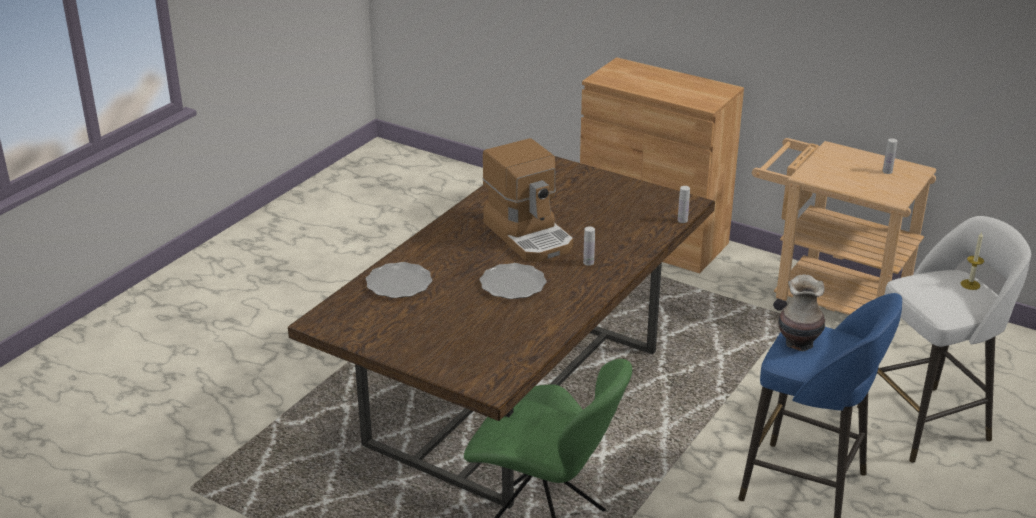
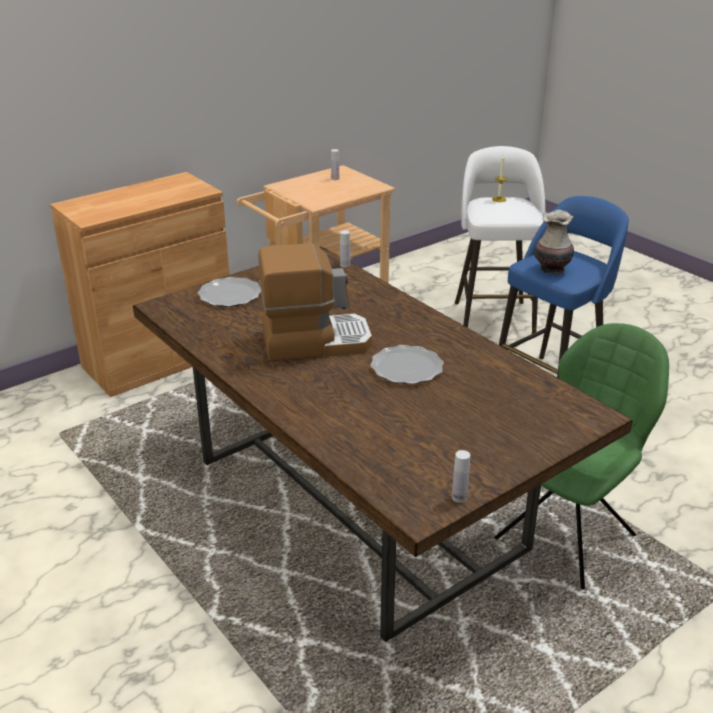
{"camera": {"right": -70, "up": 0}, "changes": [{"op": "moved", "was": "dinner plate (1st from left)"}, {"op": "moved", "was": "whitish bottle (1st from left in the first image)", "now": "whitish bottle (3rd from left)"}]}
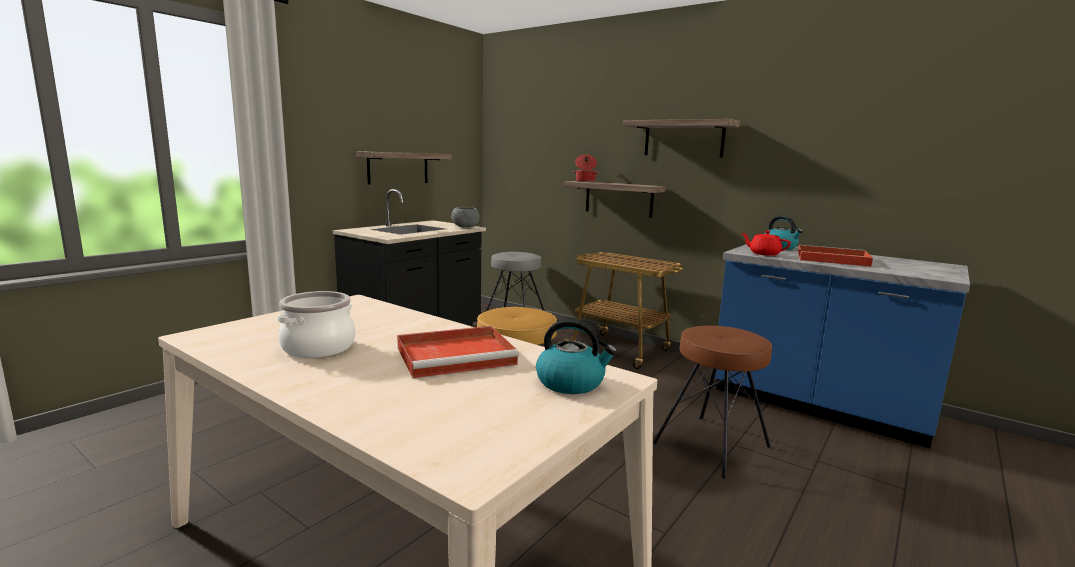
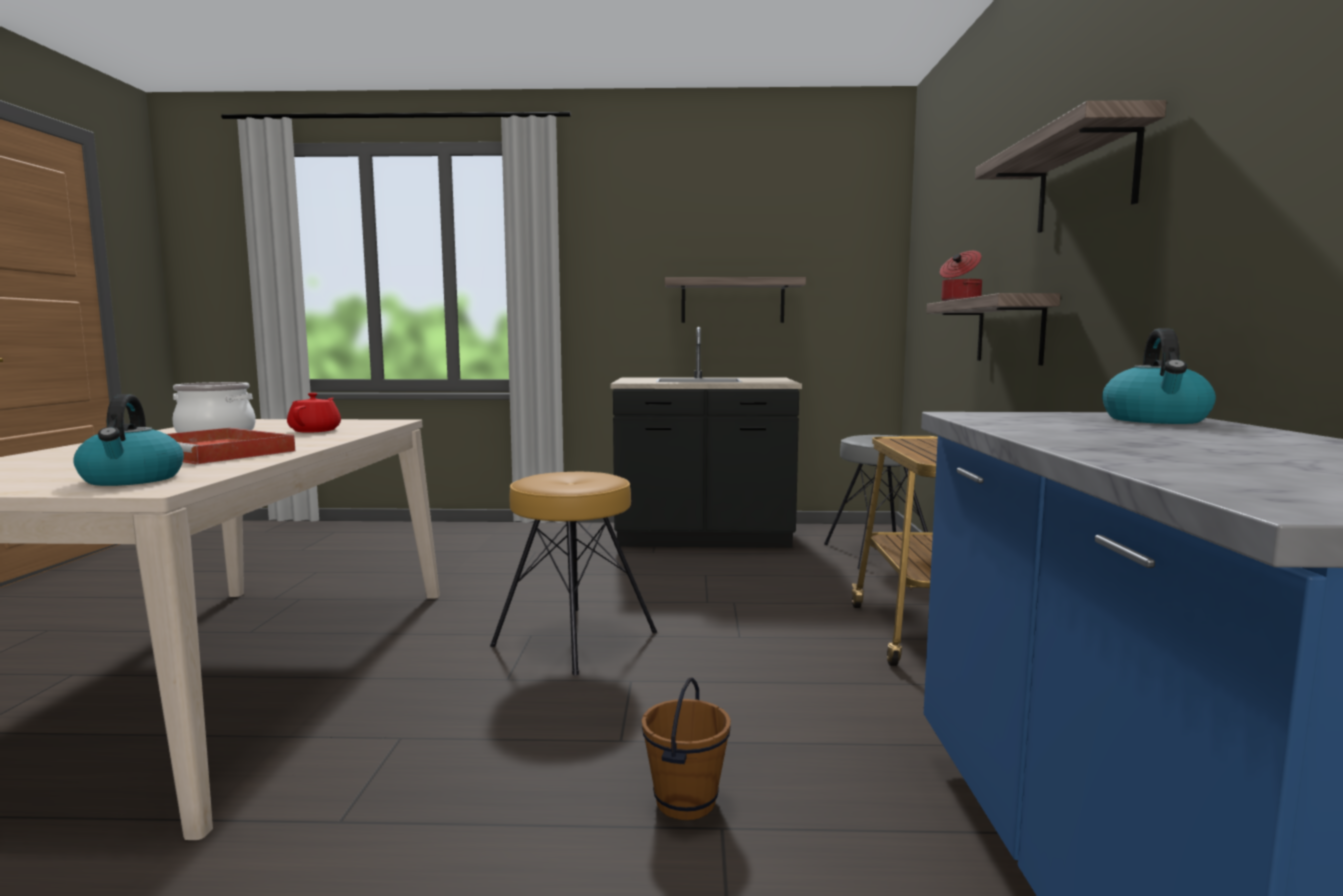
{"camera": {"right": 55, "up": -5}, "changes": [{"op": "removed", "was": "gray deep dish"}, {"op": "replaced", "was": "brown-coloured sitting stool (2nd from left)", "now": "brown-coloured bucket"}, {"op": "moved", "was": "reddish pot for tea"}, {"op": "removed", "was": "reddish tray (2nd from left)"}]}
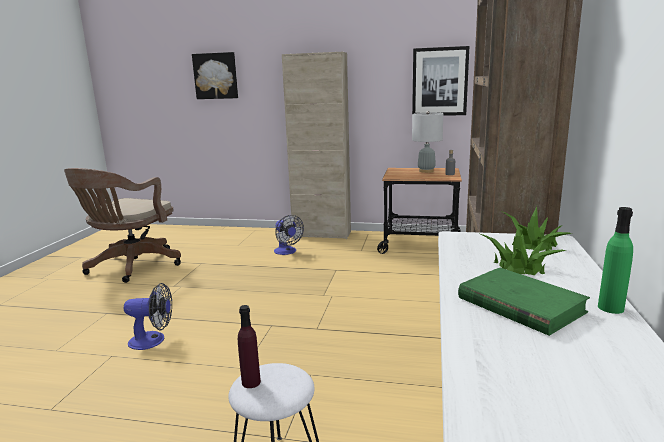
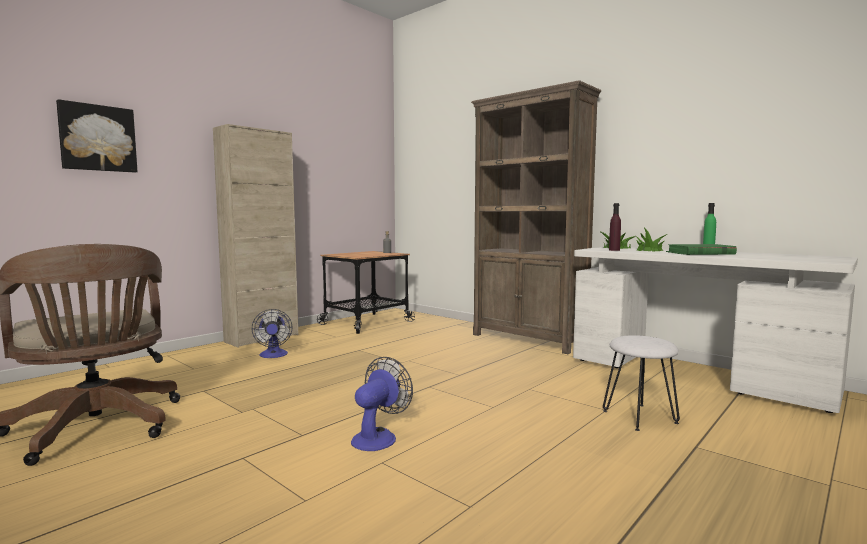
{"camera": {"right": -60, "up": -10}, "changes": [{"op": "moved", "was": "purple bottle"}, {"op": "turned", "was": "fan (2nd from left in the first image)", "clockwise": 75}, {"op": "removed", "was": "wall picture (2nd from left)"}, {"op": "removed", "was": "gray lamp for a table"}]}
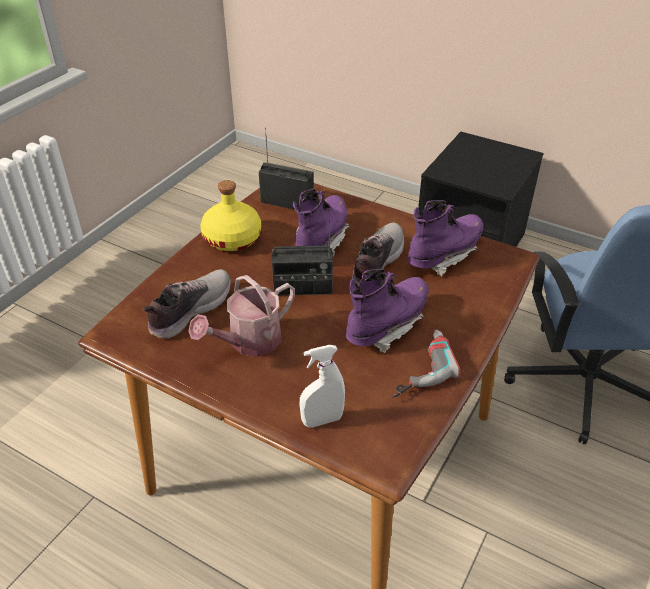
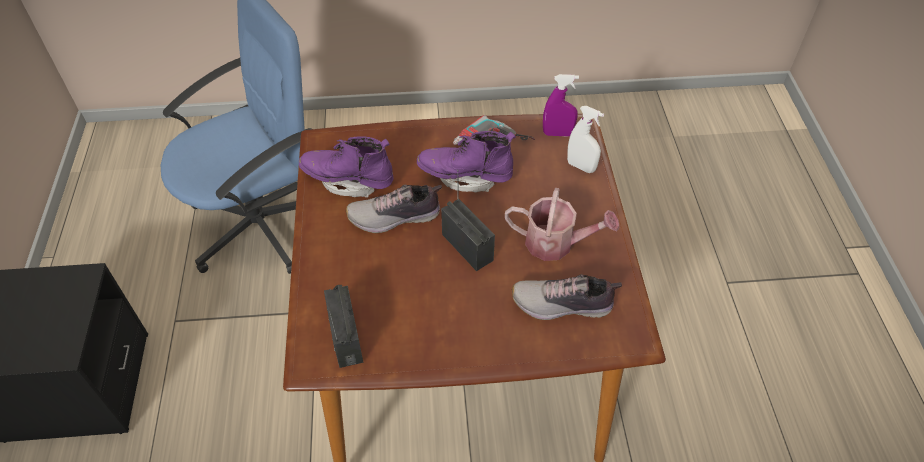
{"camera": {"right": -125, "up": 10}, "changes": [{"op": "removed", "was": "yellowish bottle"}, {"op": "removed", "was": "purple high-top boot (1st from left)"}, {"op": "added", "now": "purple sprayer"}]}
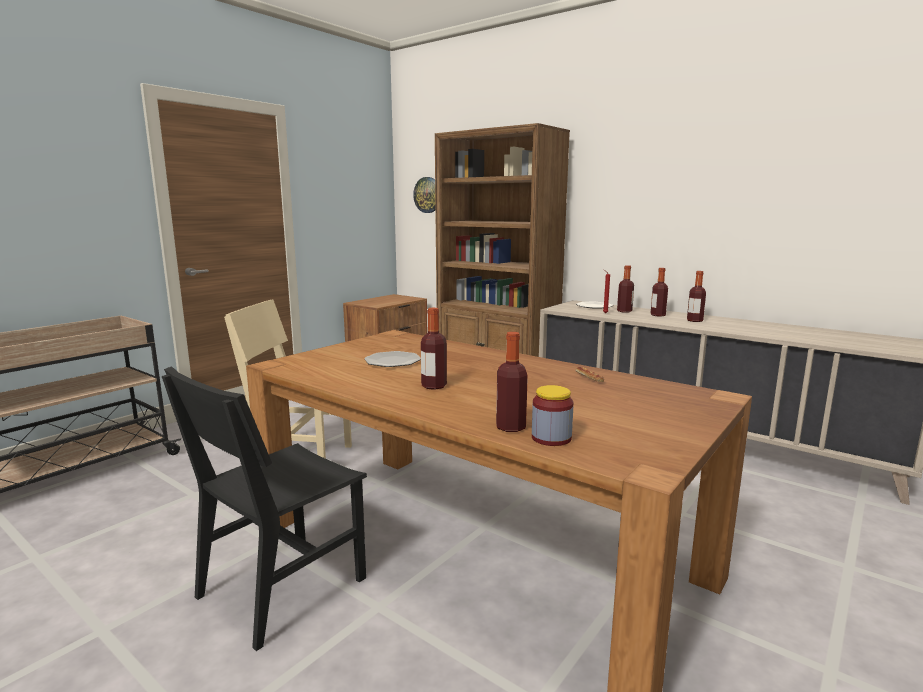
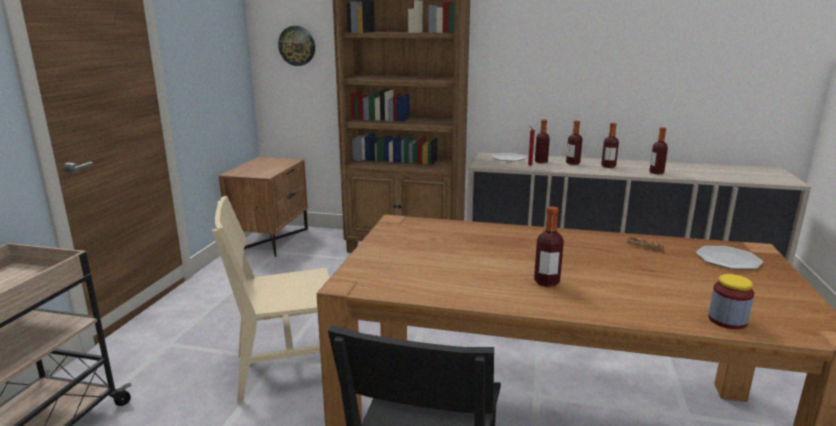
{"camera": {"right": -25, "up": 5}, "changes": [{"op": "moved", "was": "dinner plate (1st from left in the first image)", "now": "dinner plate (2nd from left)"}, {"op": "moved", "was": "bottle (2nd from left in the first image)", "now": "bottle (5th from left)"}]}
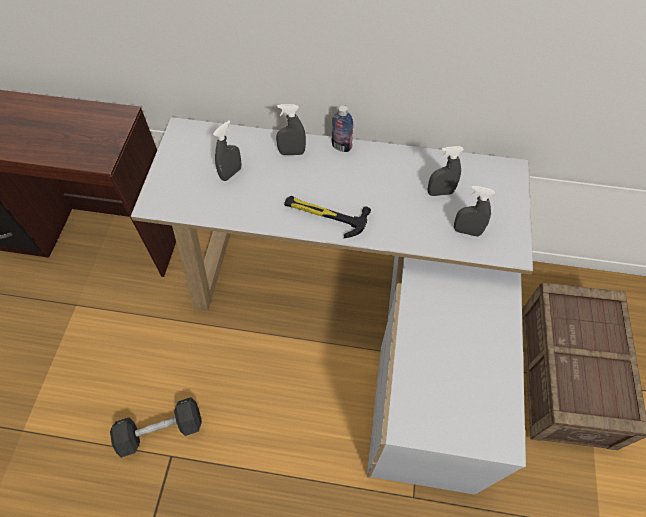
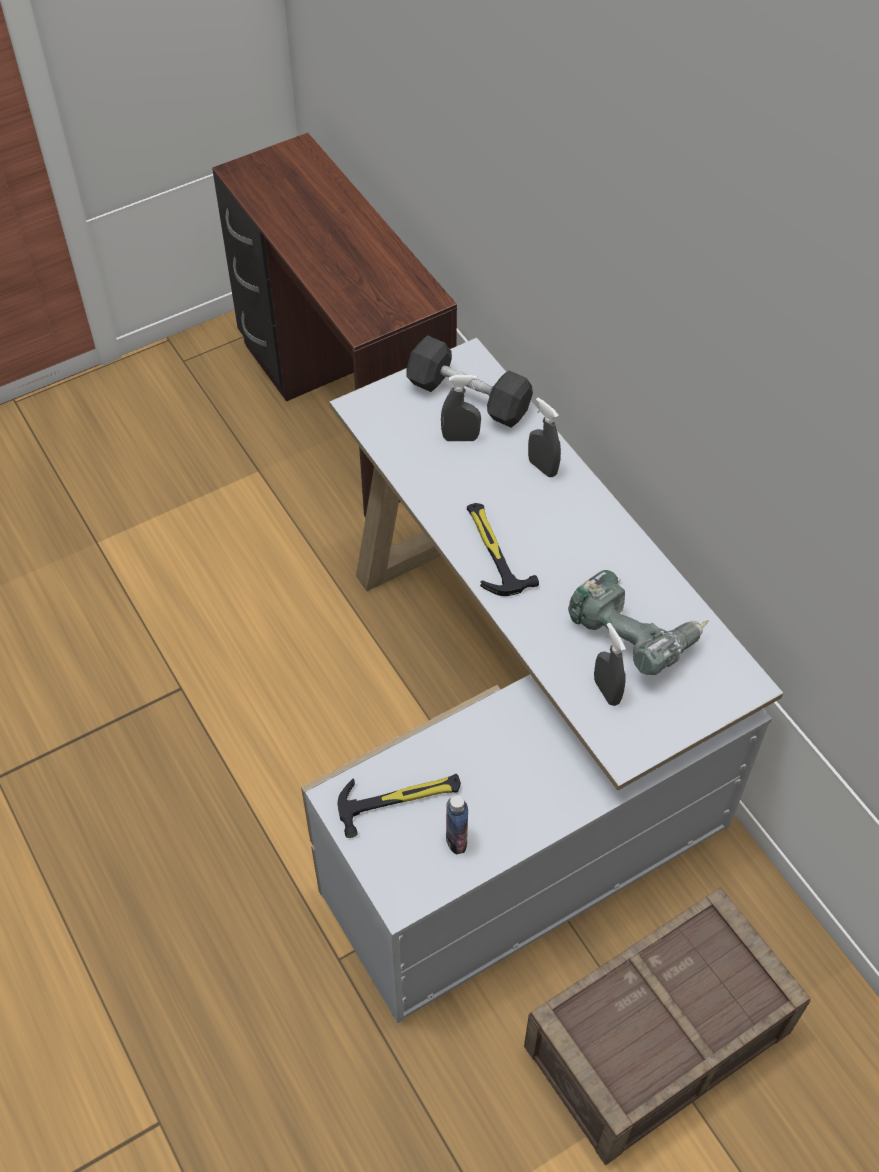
{"camera": {"right": 50, "up": -5}, "changes": [{"op": "moved", "was": "black-coloured free weight"}, {"op": "moved", "was": "bottle"}, {"op": "replaced", "was": "gray sprayer (3rd from left)", "now": "drill"}, {"op": "added", "now": "tool hammer (1st from left)"}]}
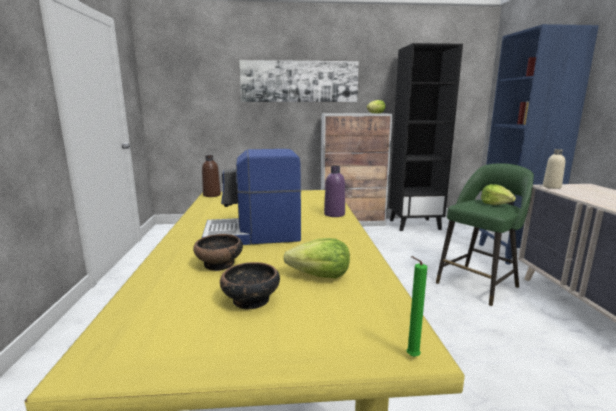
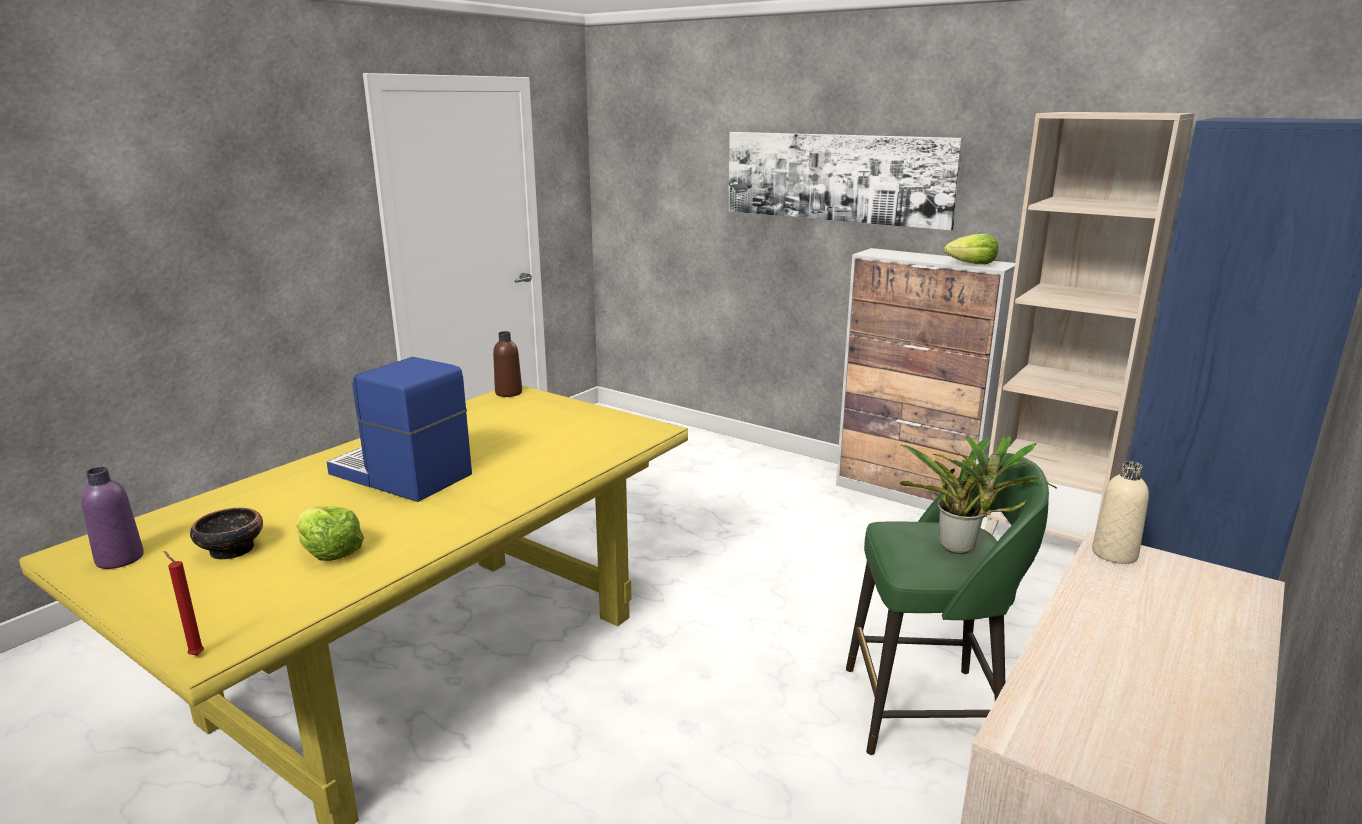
{"camera": {"right": 40, "up": 5}, "changes": [{"op": "removed", "was": "deep dish (1st from left)"}, {"op": "moved", "was": "purple bottle"}, {"op": "recoloured", "was": "black-coloured shelving unit", "now": "sand-coloured shelving unit"}, {"op": "recoloured", "was": "greenish wax light", "now": "reddish wax light"}, {"op": "replaced", "was": "lettuce head (3rd from left)", "now": "potted plant"}]}
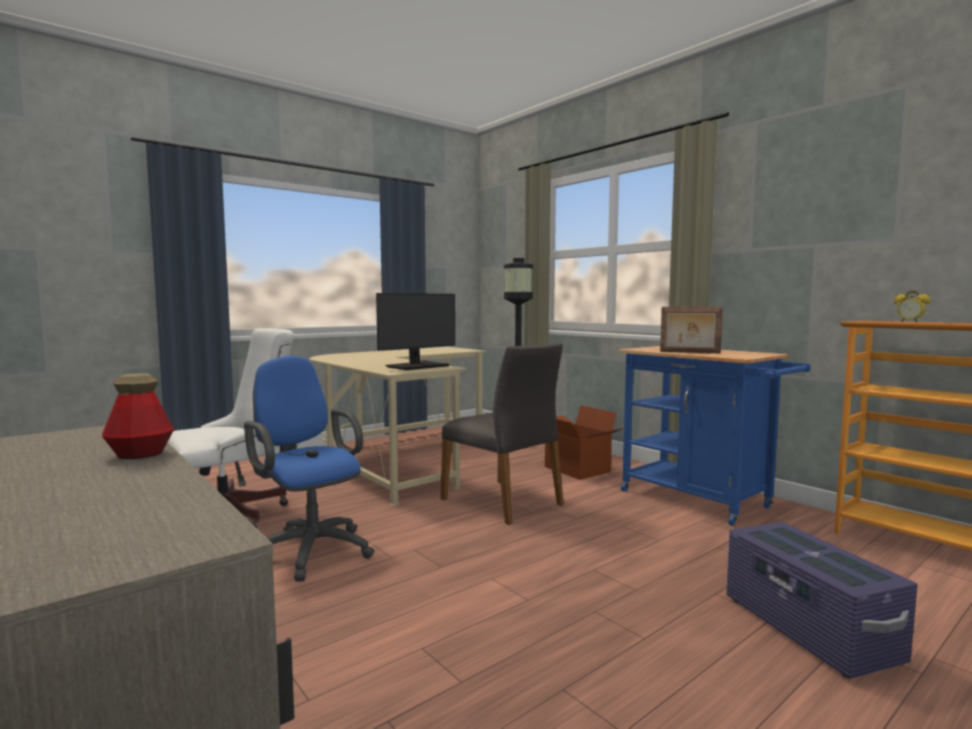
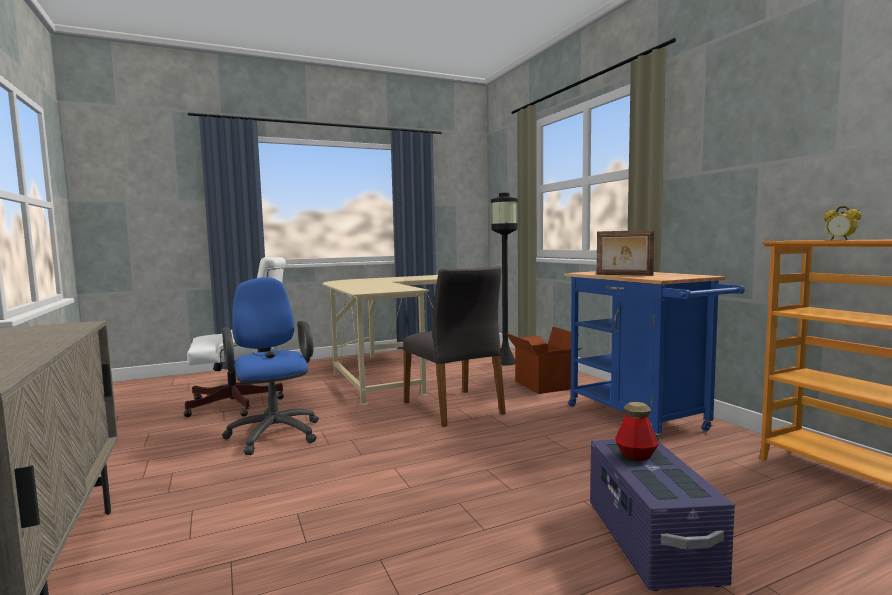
{"camera": {"right": 15, "up": 0}, "changes": [{"op": "moved", "was": "bottle"}, {"op": "removed", "was": "computer display"}]}
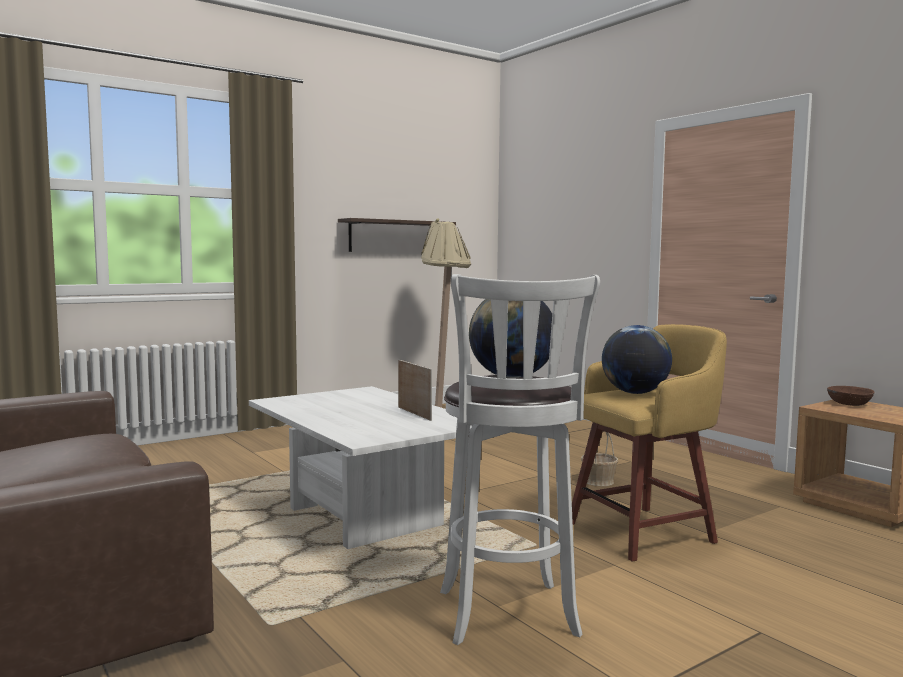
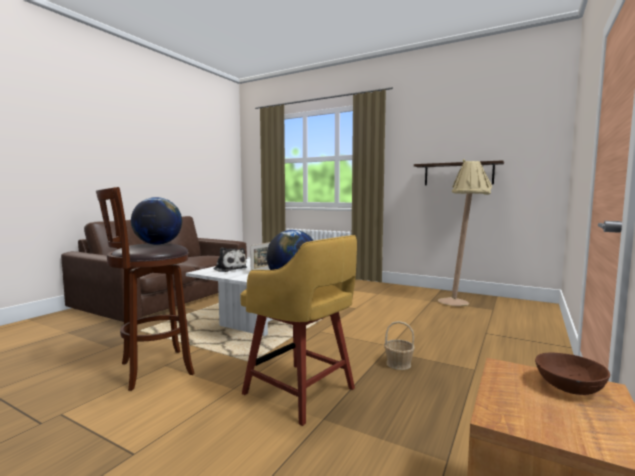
{"camera": {"right": 65, "up": 0}, "changes": [{"op": "recoloured", "was": "whitish sitting stool", "now": "brown-coloured sitting stool"}, {"op": "added", "now": "cuddly toy"}]}
